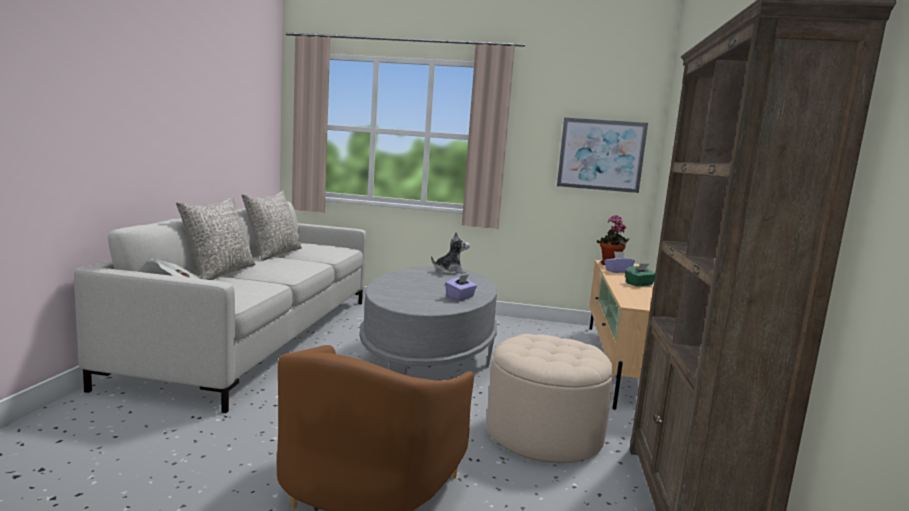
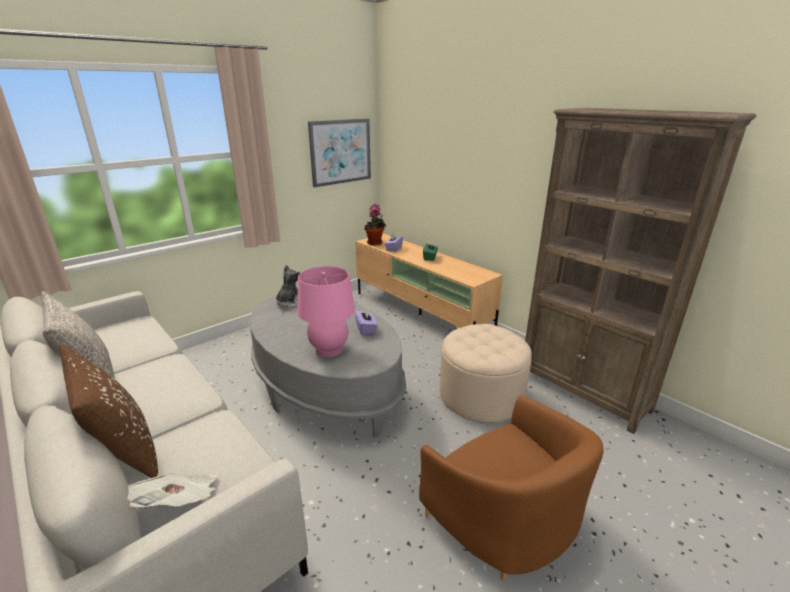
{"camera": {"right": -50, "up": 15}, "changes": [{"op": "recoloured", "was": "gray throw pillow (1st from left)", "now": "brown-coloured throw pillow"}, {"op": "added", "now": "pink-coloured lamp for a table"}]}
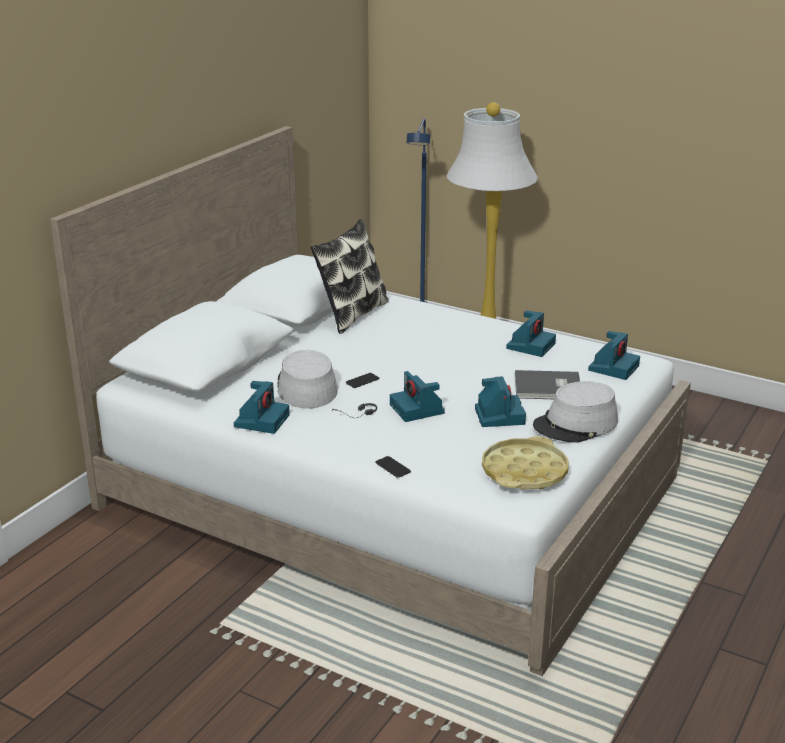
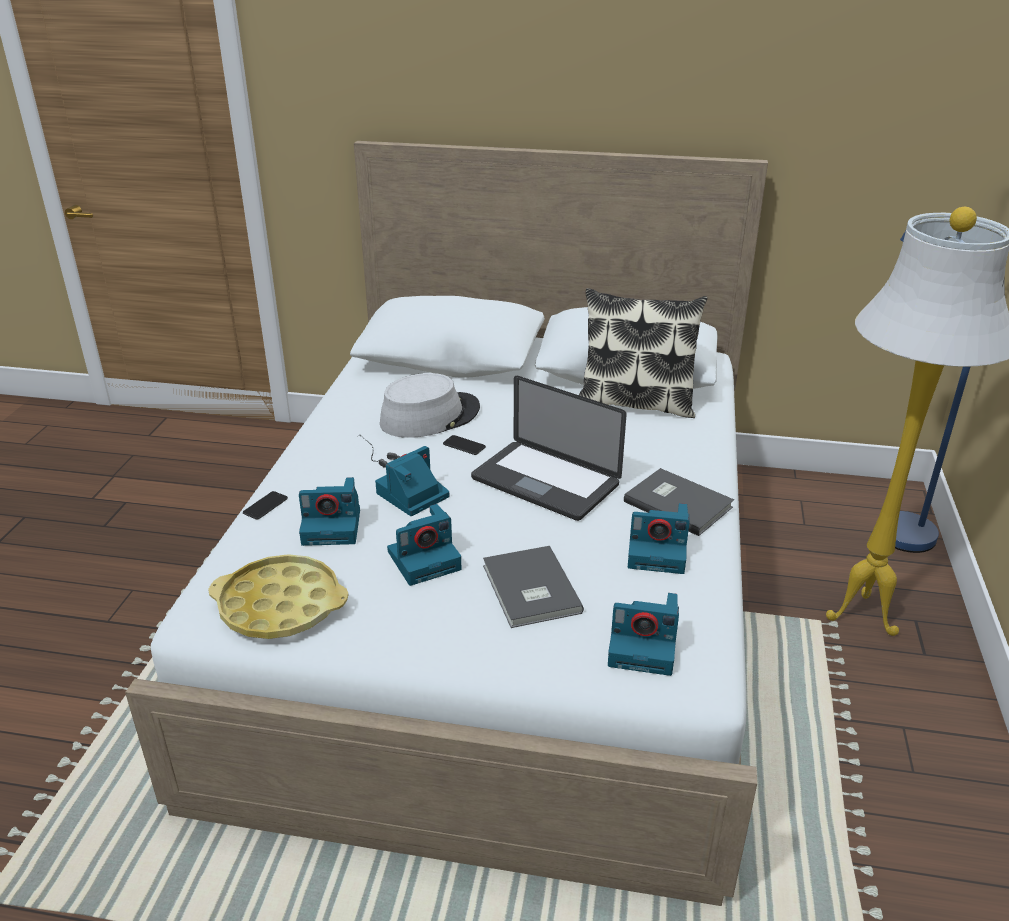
{"camera": {"right": 70, "up": 5}, "changes": [{"op": "moved", "was": "still camera (1st from left)"}, {"op": "removed", "was": "gray clothing hat (2nd from left)"}, {"op": "added", "now": "notebook computer"}, {"op": "added", "now": "gray book (2nd from left)"}]}
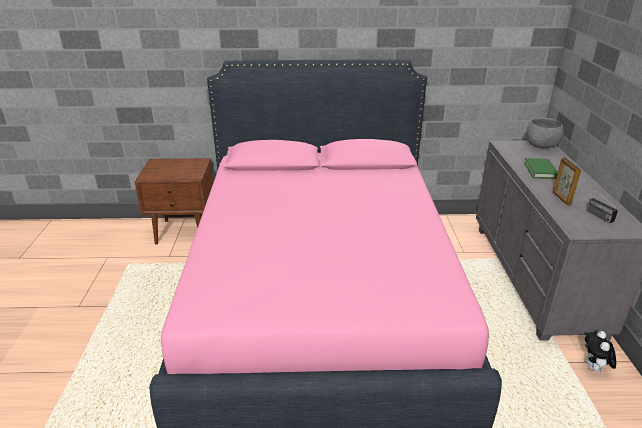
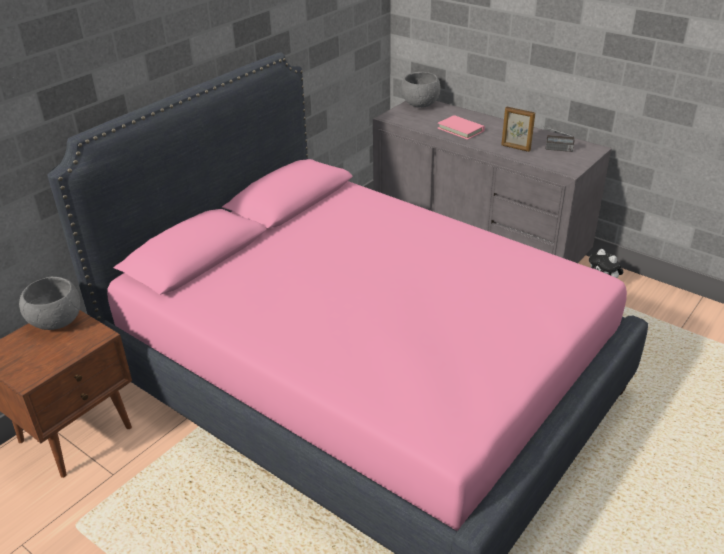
{"camera": {"right": -50, "up": 5}, "changes": [{"op": "recoloured", "was": "greenish book", "now": "pink-coloured book"}, {"op": "added", "now": "gray deep dish (1st from left)"}]}
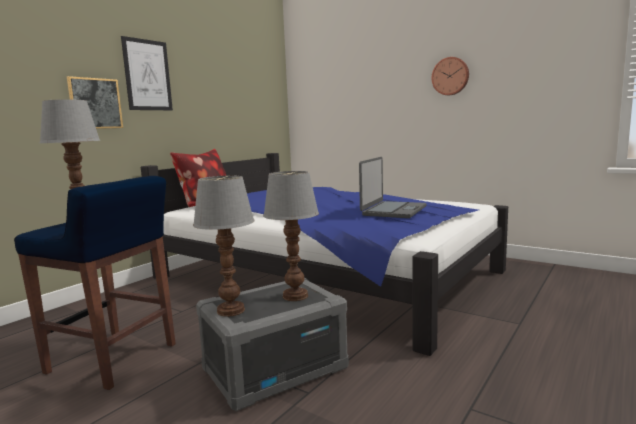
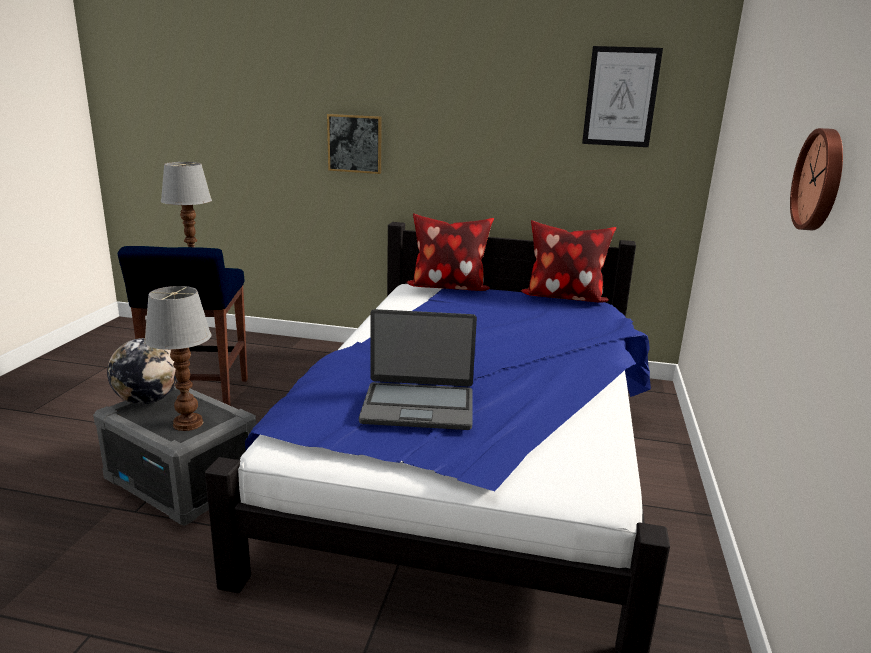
{"camera": {"right": 65, "up": 10}, "changes": [{"op": "moved", "was": "wall picture (2nd from left)"}, {"op": "replaced", "was": "lamp for a table (2nd from left)", "now": "globe"}, {"op": "added", "now": "throw pillow (2nd from left)"}]}
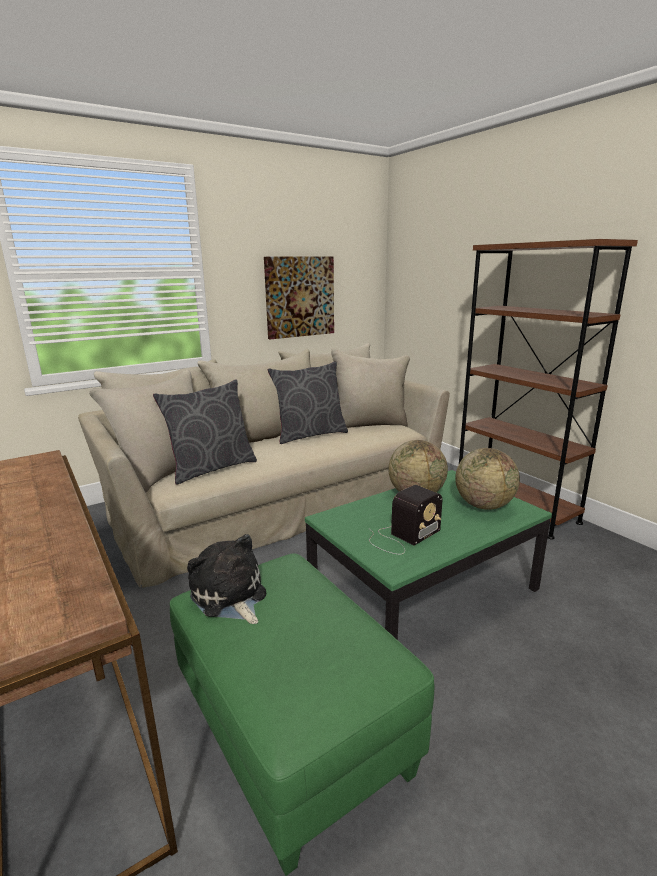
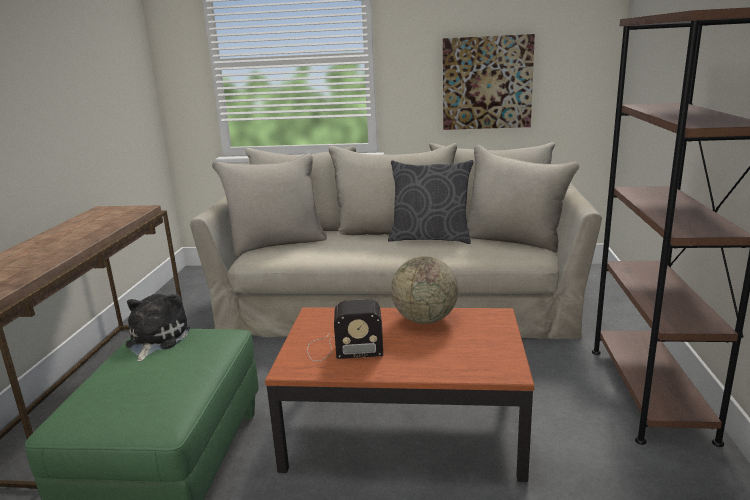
{"camera": {"right": 40, "up": 0}, "changes": [{"op": "removed", "was": "gray throw pillow (1st from left)"}, {"op": "recoloured", "was": "greenish lounge table", "now": "brown-coloured lounge table"}, {"op": "removed", "was": "globe (2nd from left)"}]}
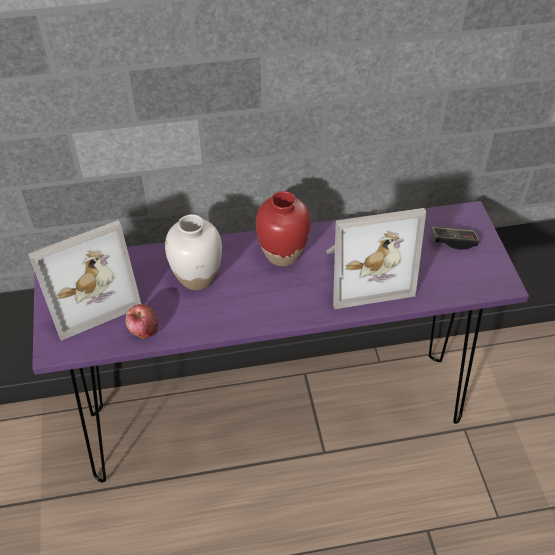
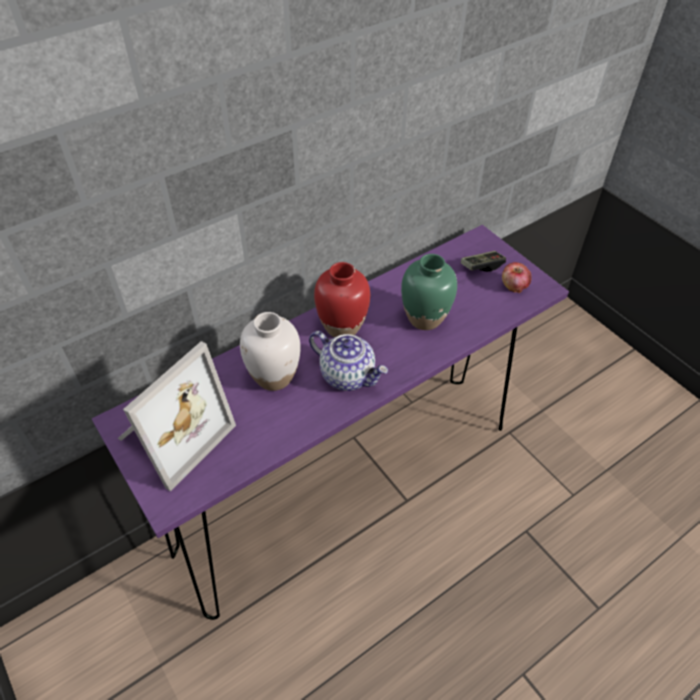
{"camera": {"right": -25, "up": 0}, "changes": [{"op": "moved", "was": "apple"}, {"op": "replaced", "was": "picture frame (2nd from left)", "now": "greenish vase"}, {"op": "added", "now": "pot for tea"}]}
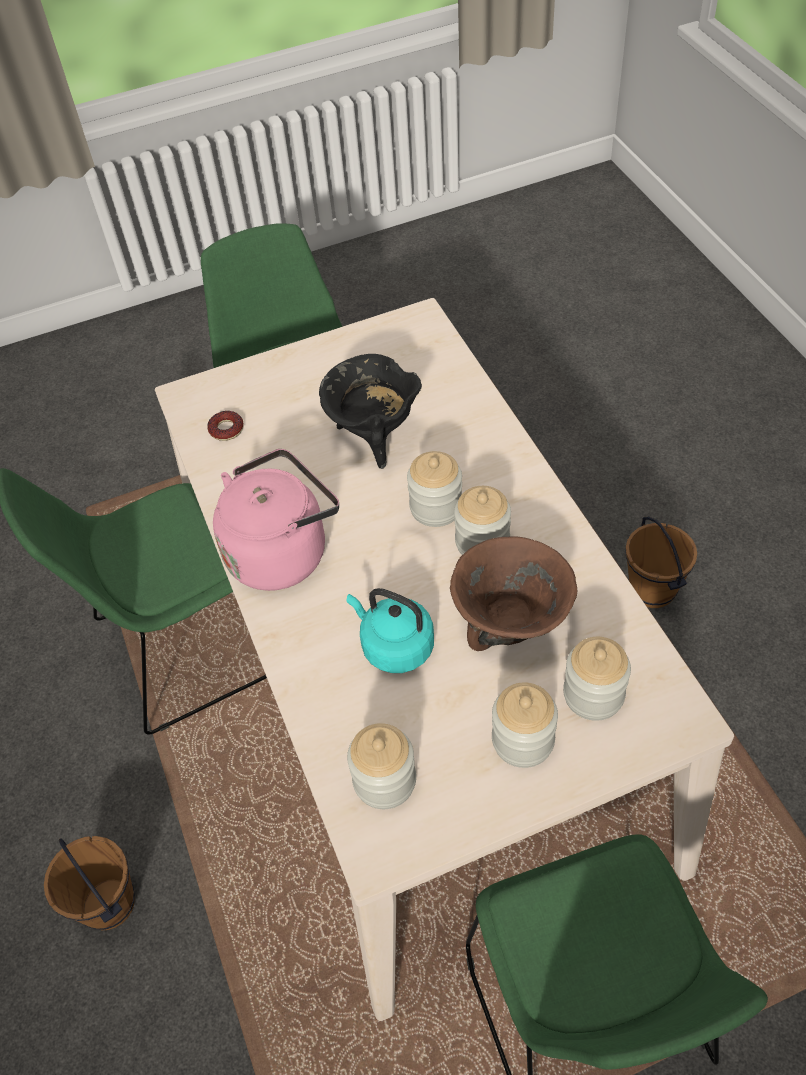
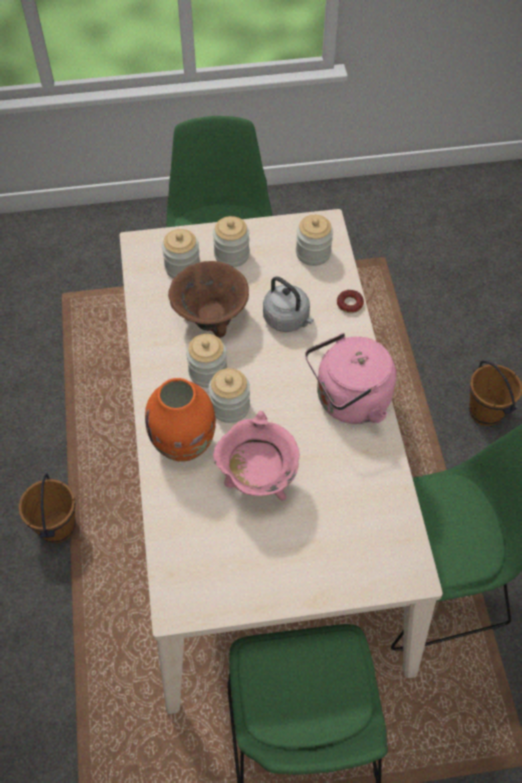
{"camera": {"right": -170, "up": 5}, "changes": [{"op": "moved", "was": "donut"}, {"op": "recoloured", "was": "black-coloured stockpot", "now": "pink-coloured stockpot"}, {"op": "recoloured", "was": "blue-green water kettle", "now": "gray water kettle"}, {"op": "added", "now": "orange vase"}]}
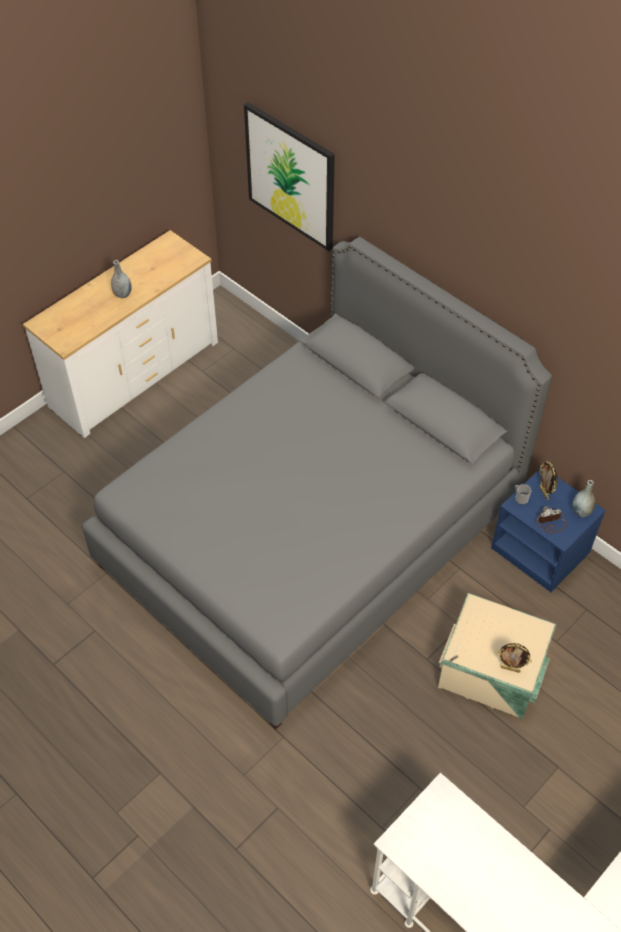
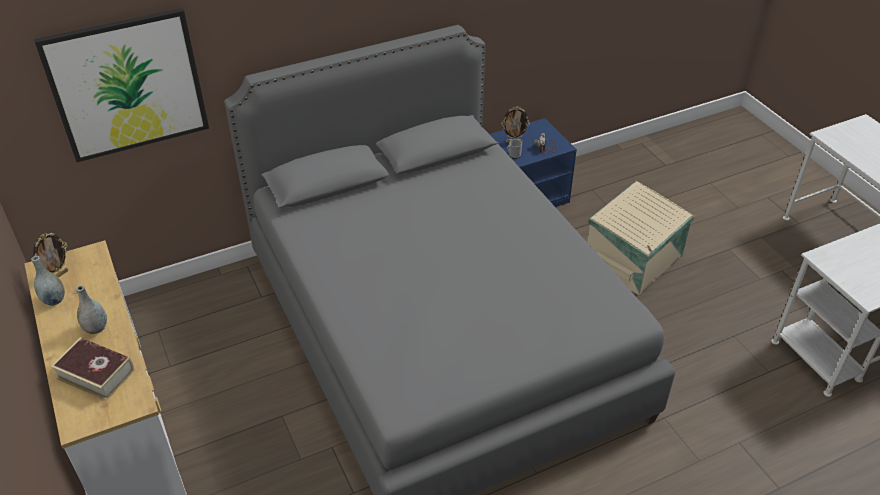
{"camera": {"right": -70, "up": -10}, "changes": [{"op": "moved", "was": "picture frame (1st from left)"}, {"op": "moved", "was": "gray vase (2nd from left in the first image)", "now": "gray vase (1st from left)"}, {"op": "added", "now": "book"}]}
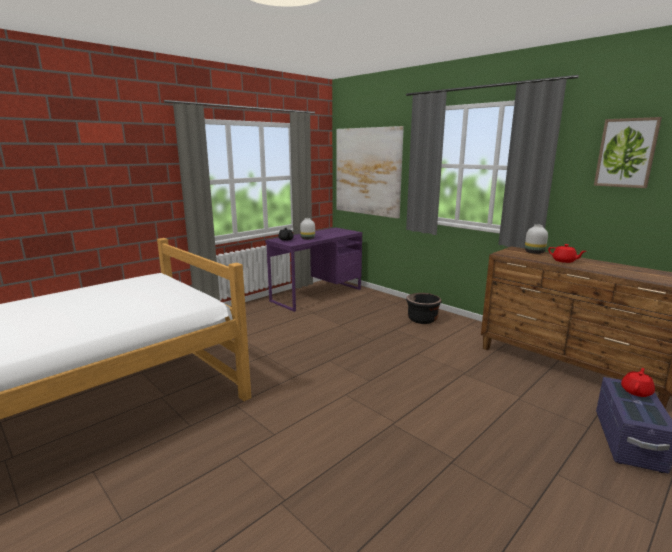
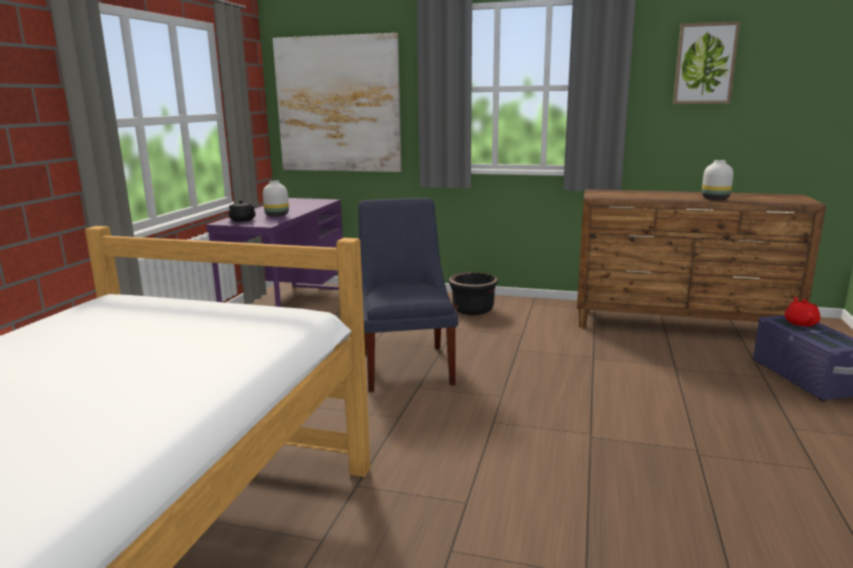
{"camera": {"right": -30, "up": 0}, "changes": [{"op": "moved", "was": "whitish vase (2nd from left)"}, {"op": "removed", "was": "reddish pot for tea (1st from left)"}, {"op": "added", "now": "blue upright chair"}]}
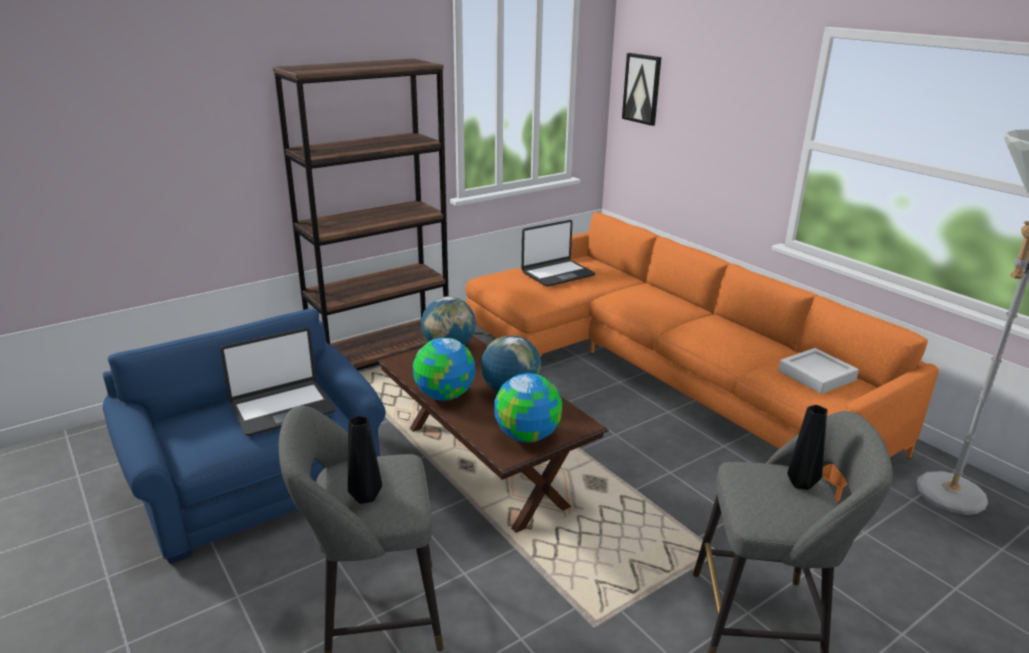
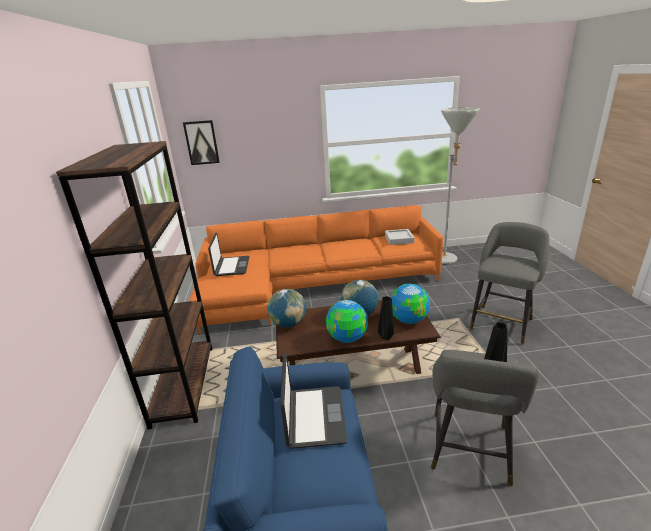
{"camera": {"right": -60, "up": 0}, "changes": [{"op": "moved", "was": "black-coloured vase (2nd from left in the first image)", "now": "black-coloured vase (1st from left)"}]}
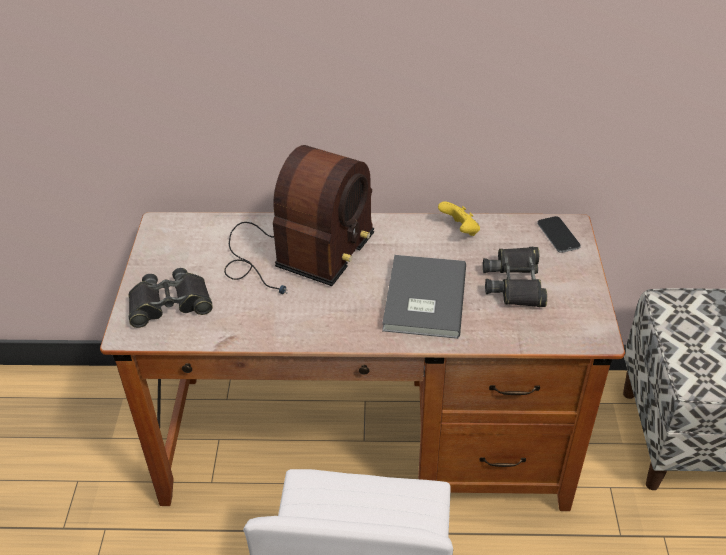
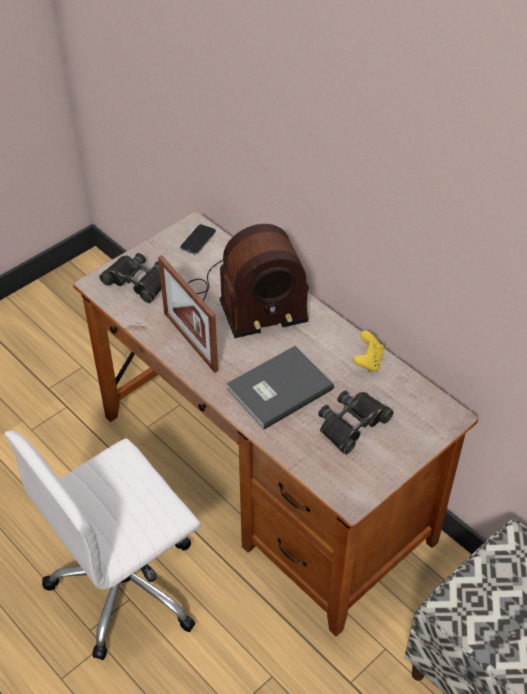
{"camera": {"right": 45, "up": 5}, "changes": [{"op": "moved", "was": "phone"}, {"op": "added", "now": "picture frame"}]}
